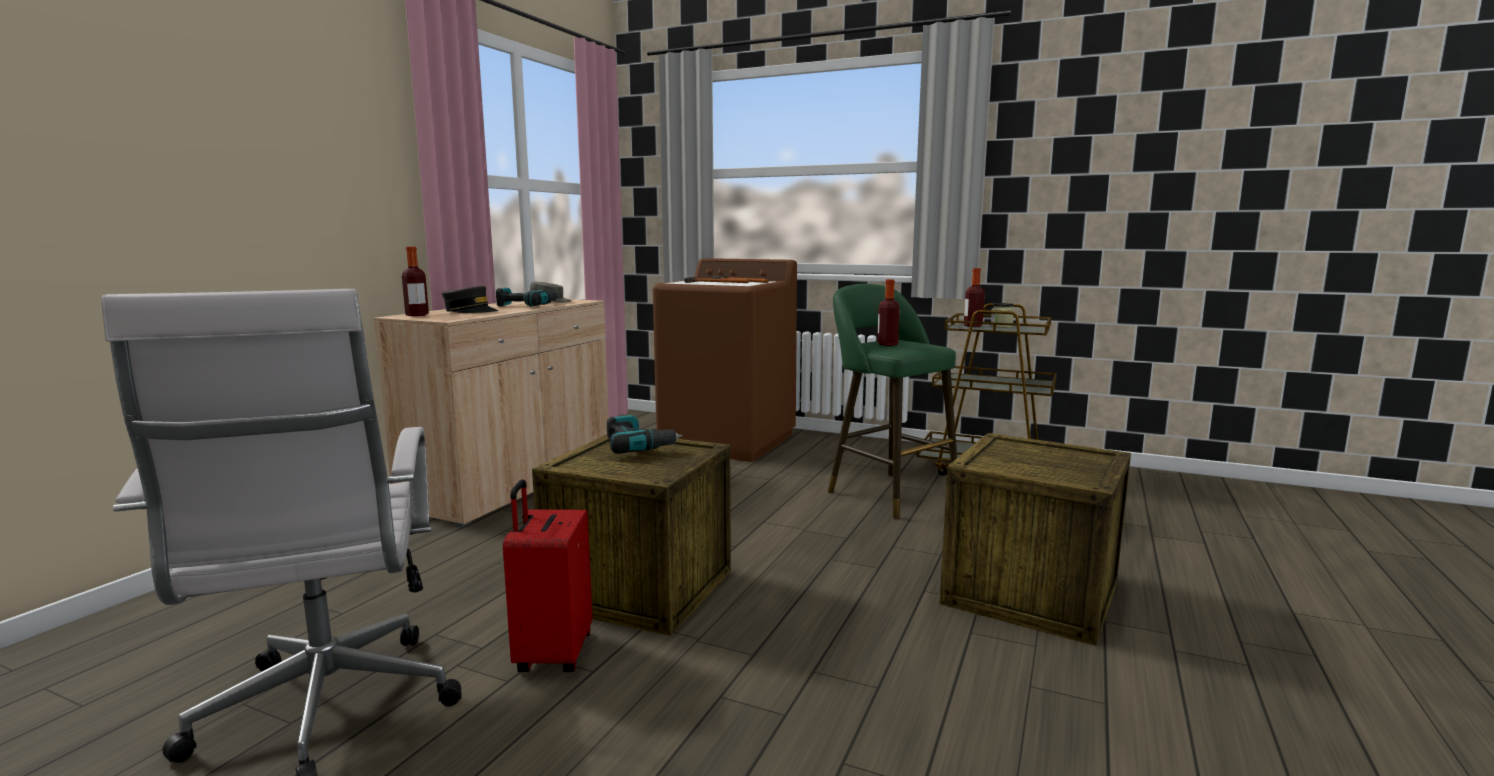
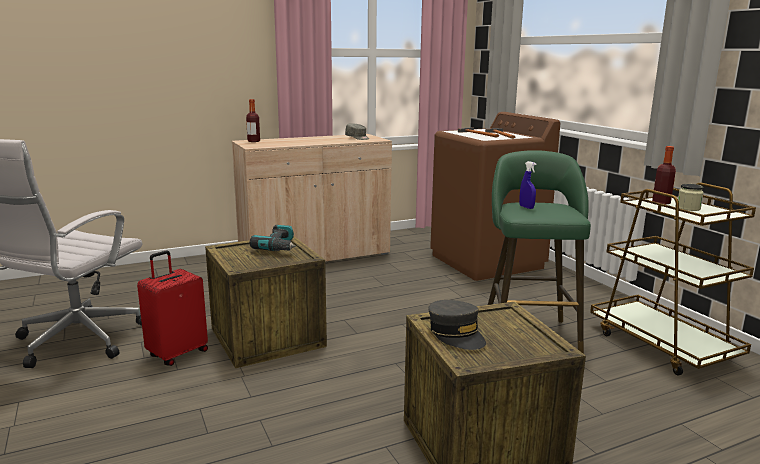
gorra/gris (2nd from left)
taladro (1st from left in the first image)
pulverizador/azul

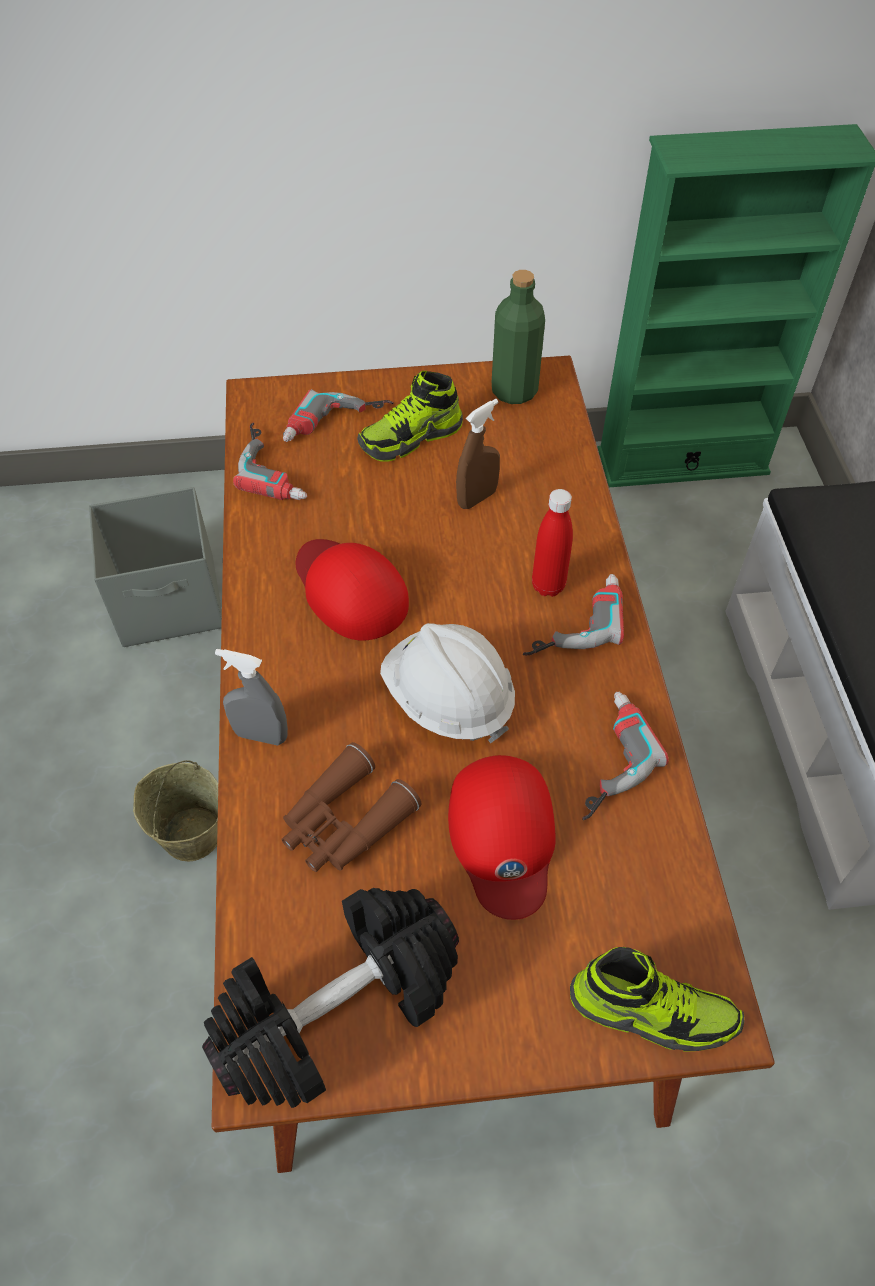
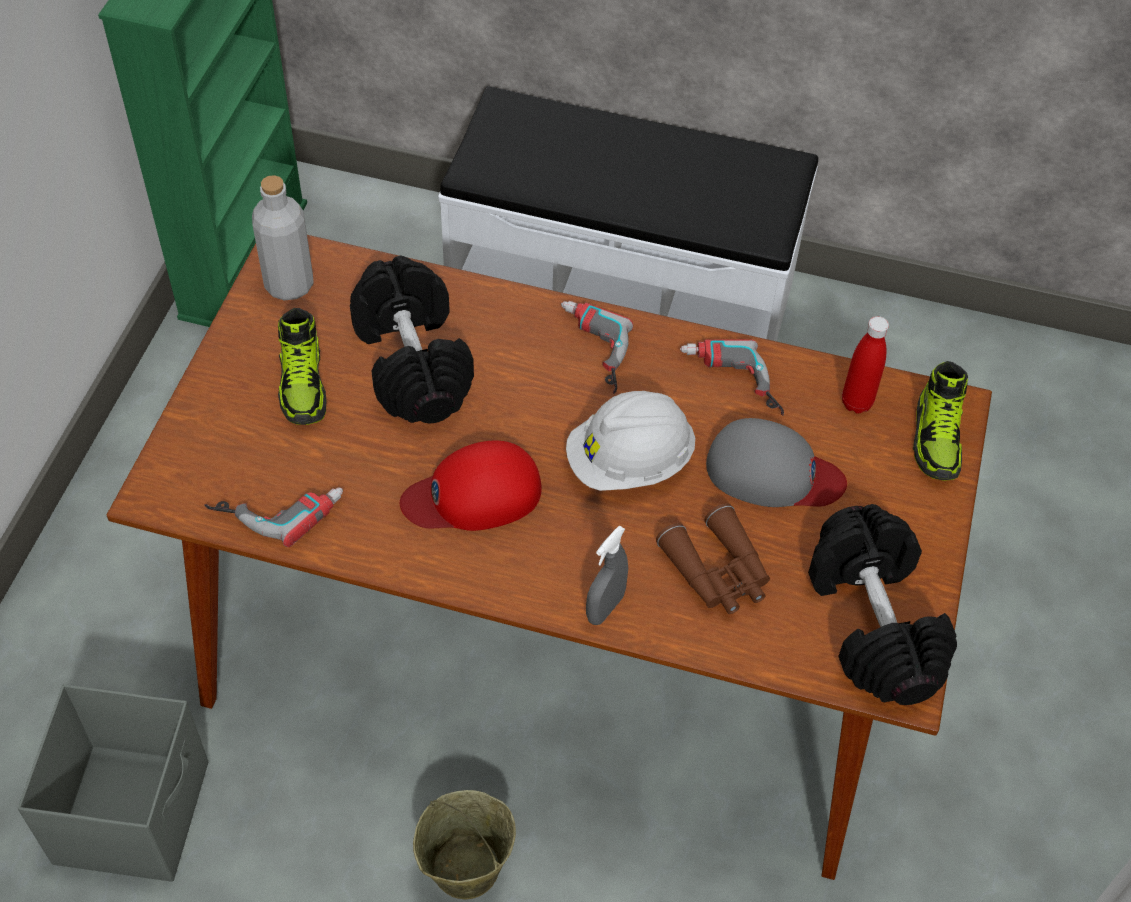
taladro (2nd from left in the first image)
gorra/gris
mancuerna/negro (1st from left)
botella/gris
botella/rojo
zapato (2nd from left)

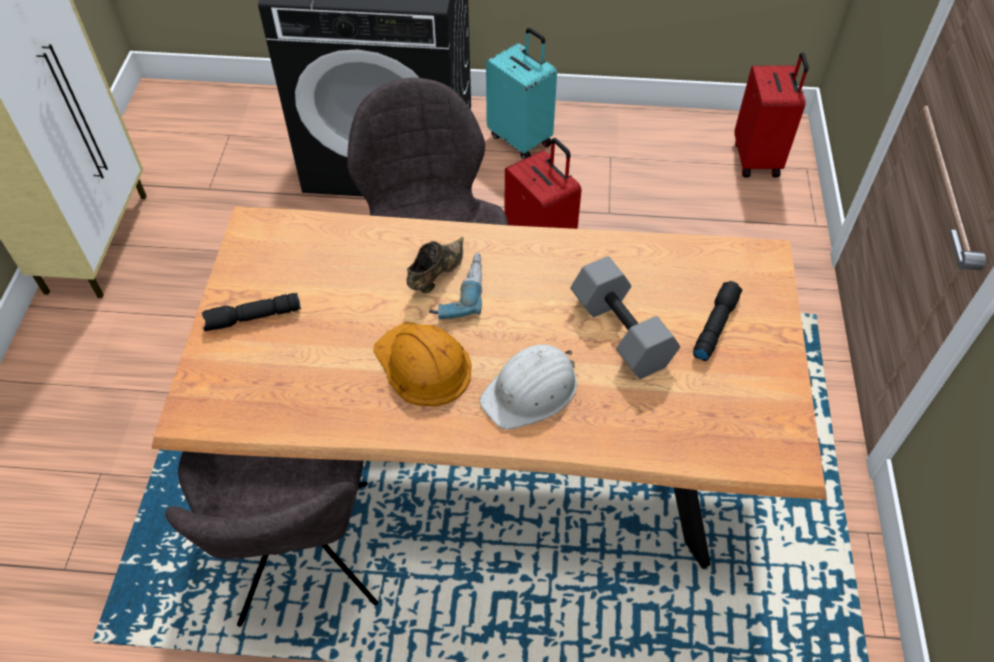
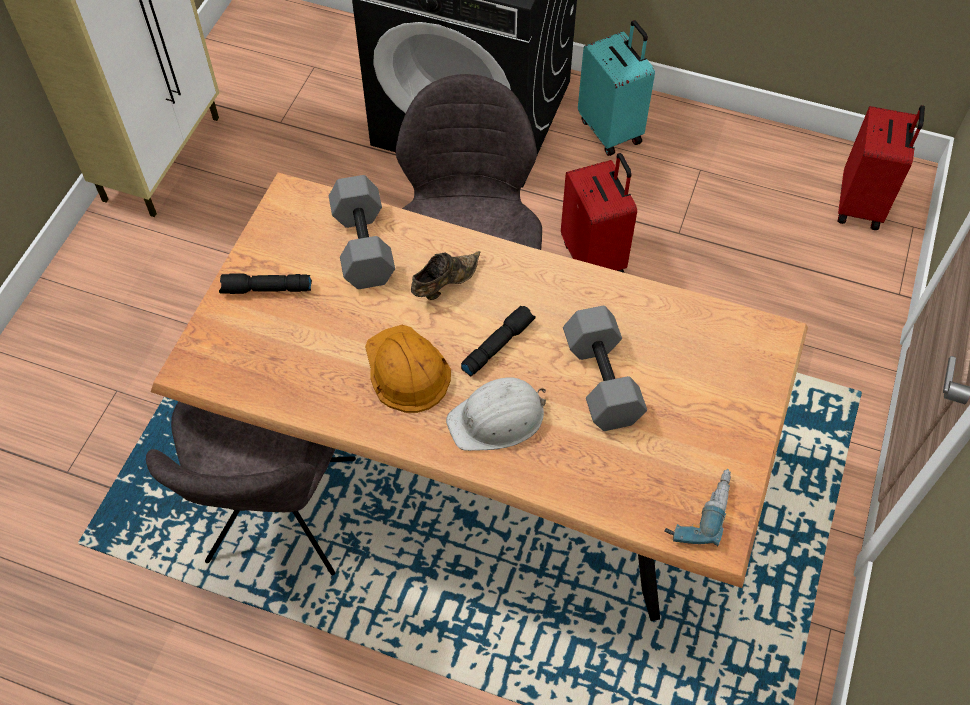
taladro
linterna/negro (2nd from left)
mancuerna/gris (1st from left)

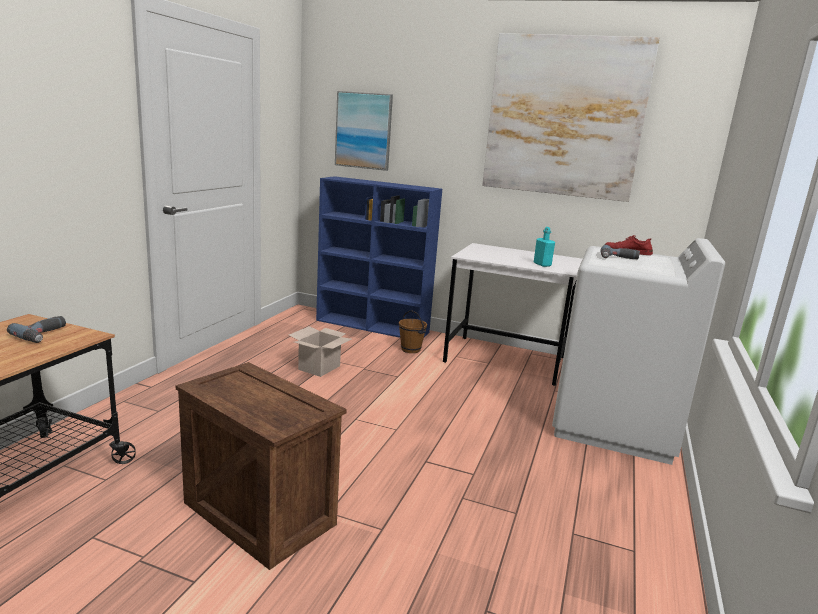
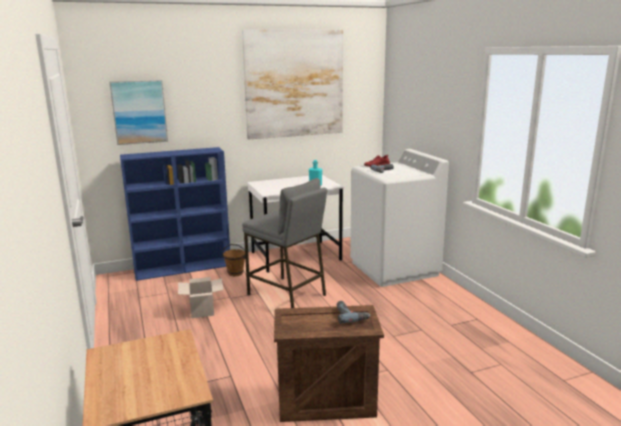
taladro (1st from left)
taburete/gris

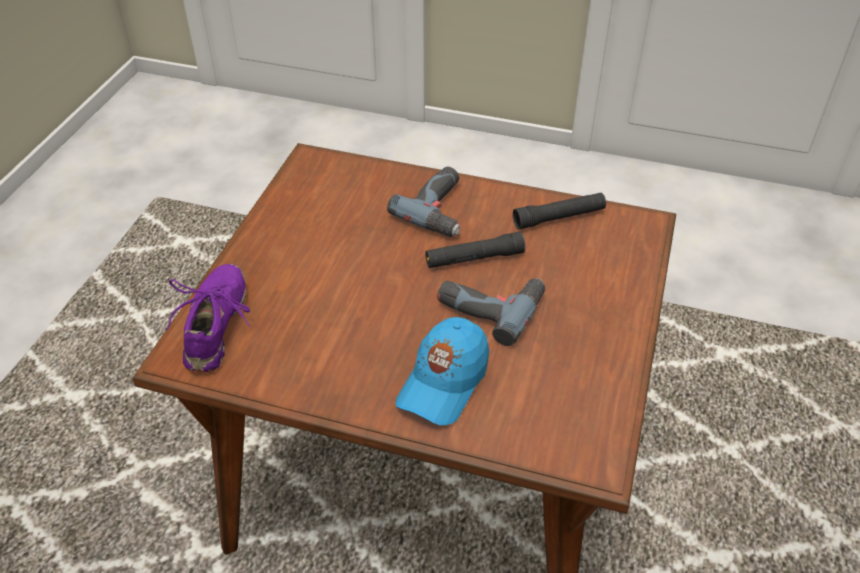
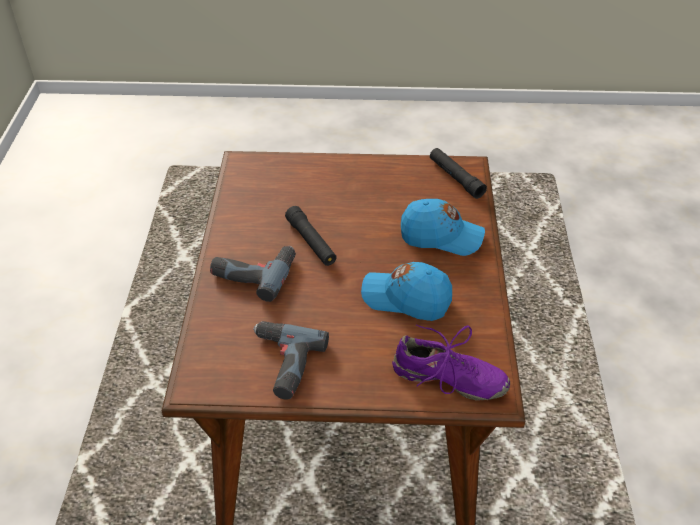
zapato/morado
taladro (2nd from left)
linterna/negro (2nd from left)
gorra/azul (1st from left)

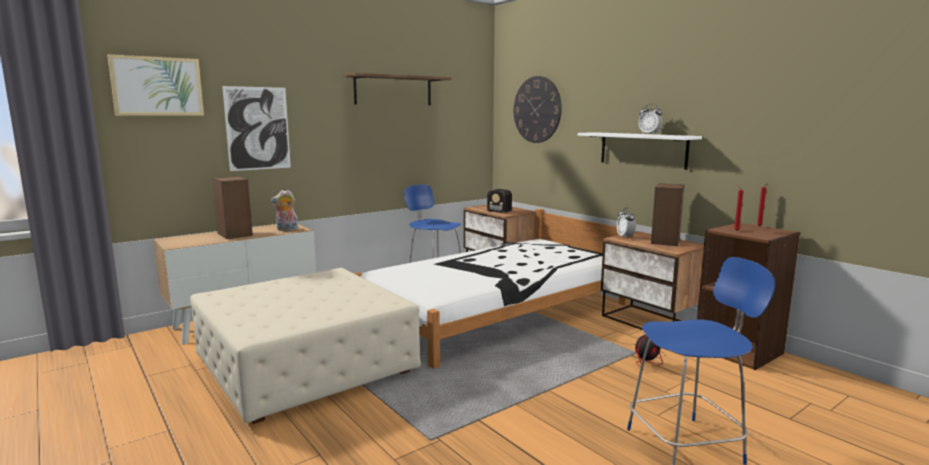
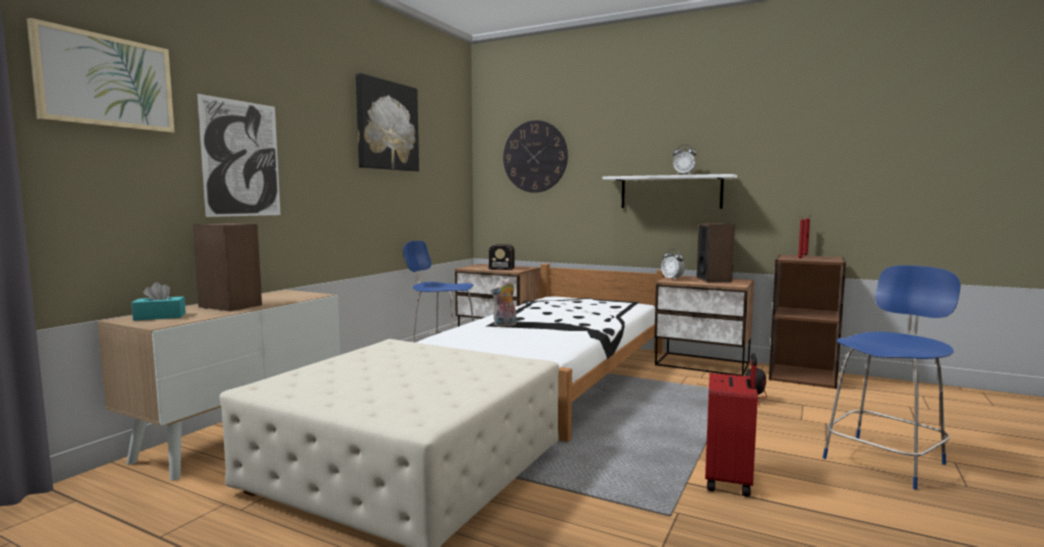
peluche
cuadro (3rd from left)
caja de pañuelos/turquesa
maleta/rojo

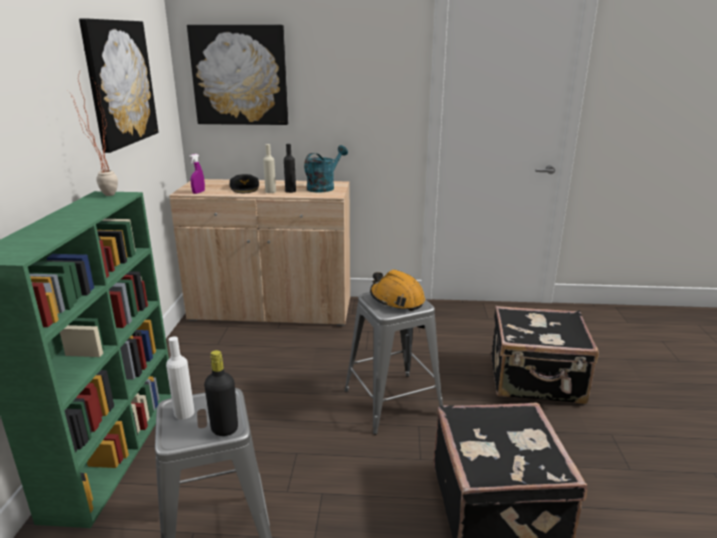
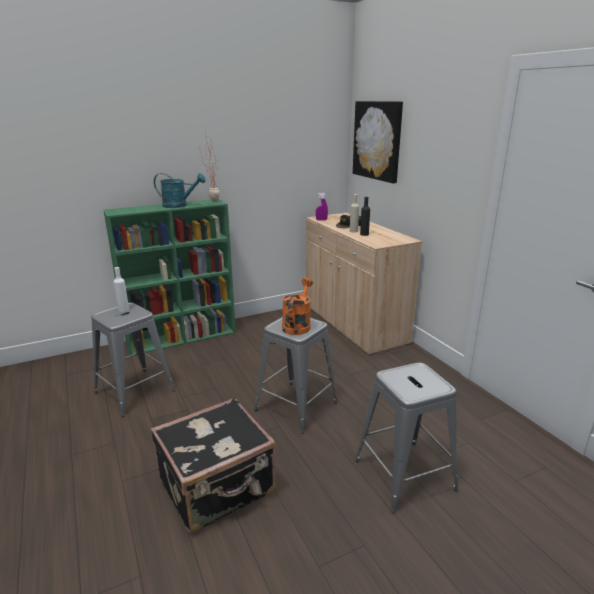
cuadro (1st from left in the first image)
botella/negro (1st from left in the first image)
regadera/turquesa
regadera/naranja
taburete/gris (3rd from left)

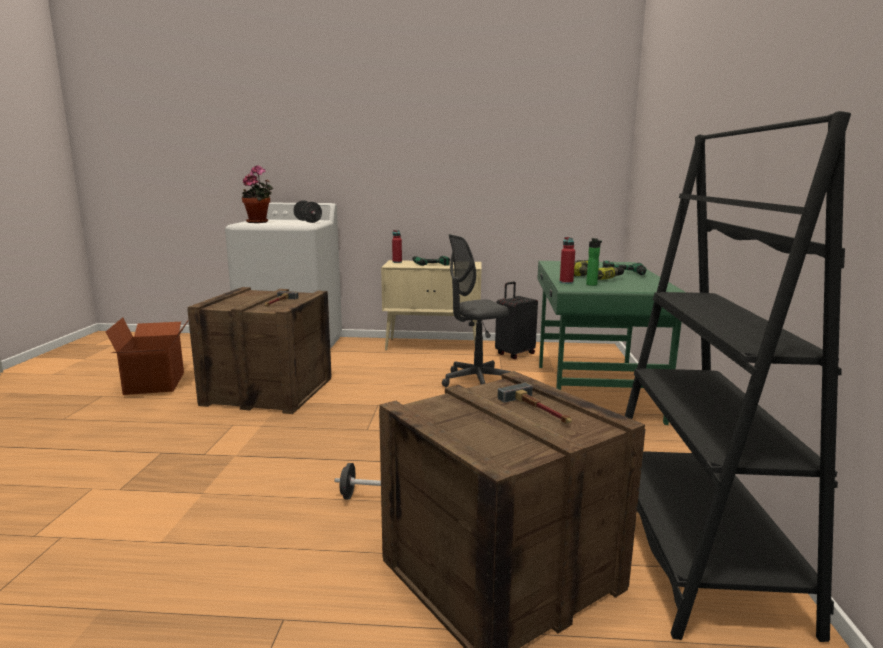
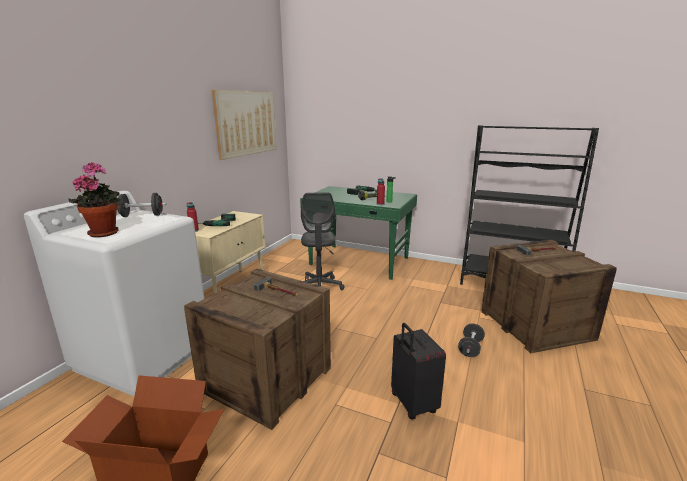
maleta/negro
cuadro

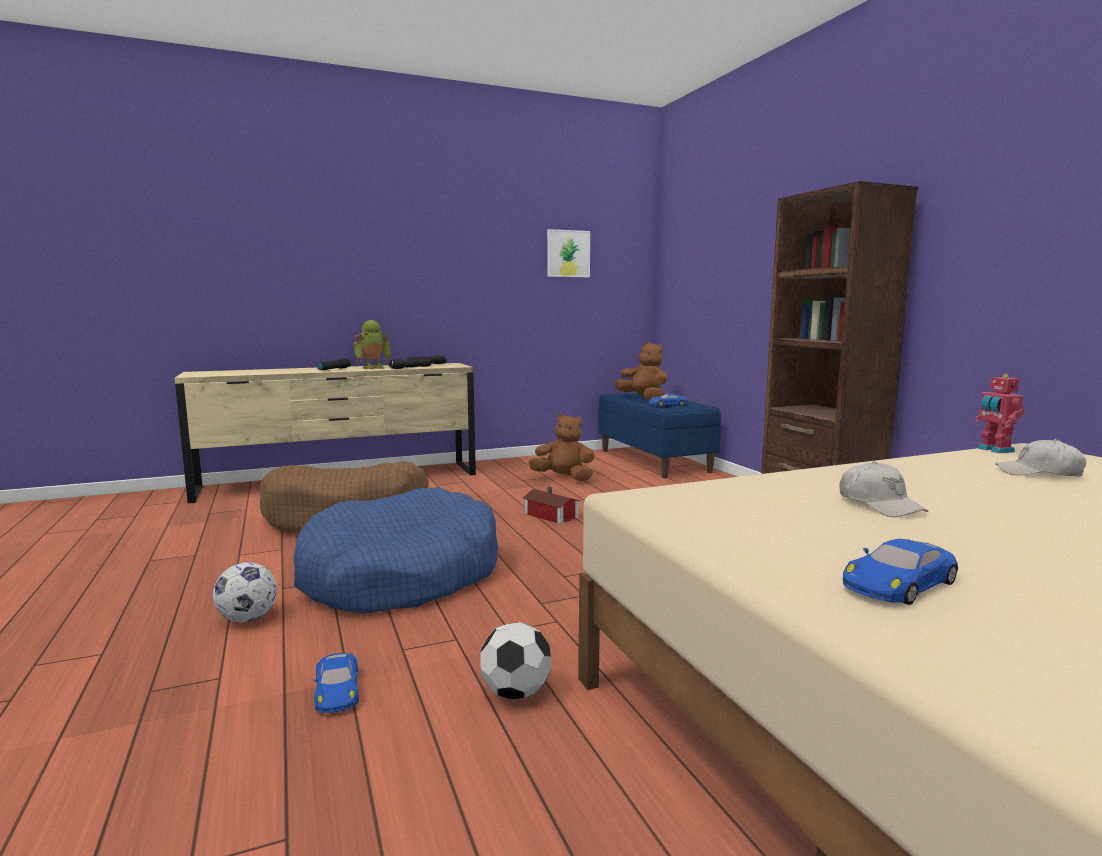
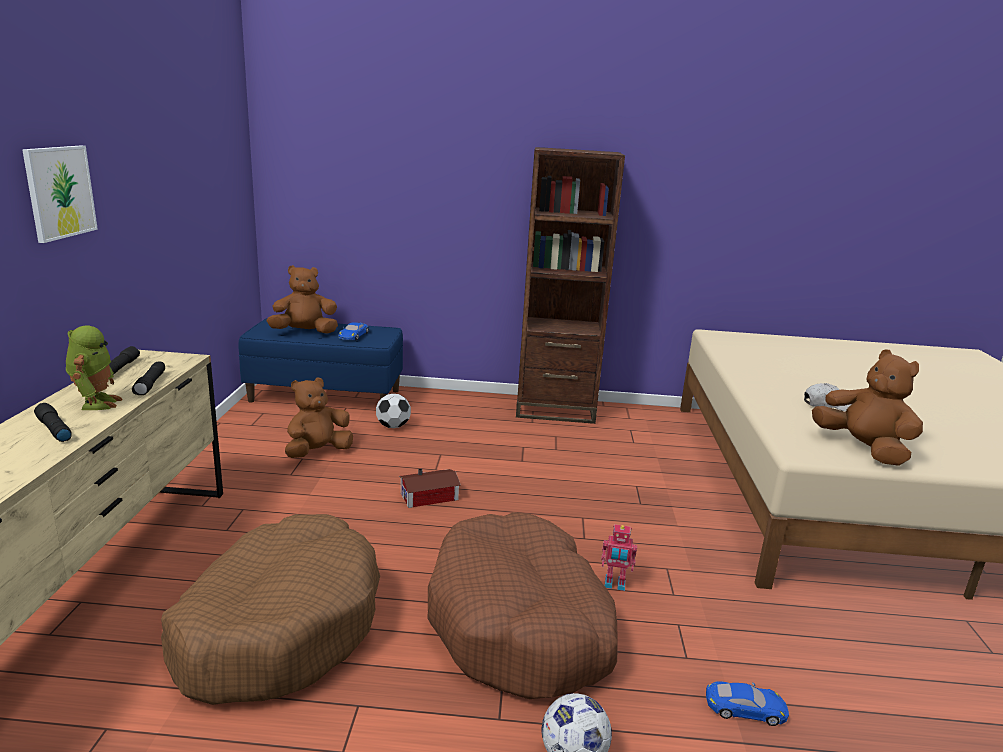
cama para perro/marrón (2nd from left)
balón de fútbol (1st from left)
cuadro
coche de juguete/azul (3rd from left in the first image)
robot de juguete (2nd from left)
gorra/blanco (2nd from left in the first image)
peluche/marrón (3rd from left)

